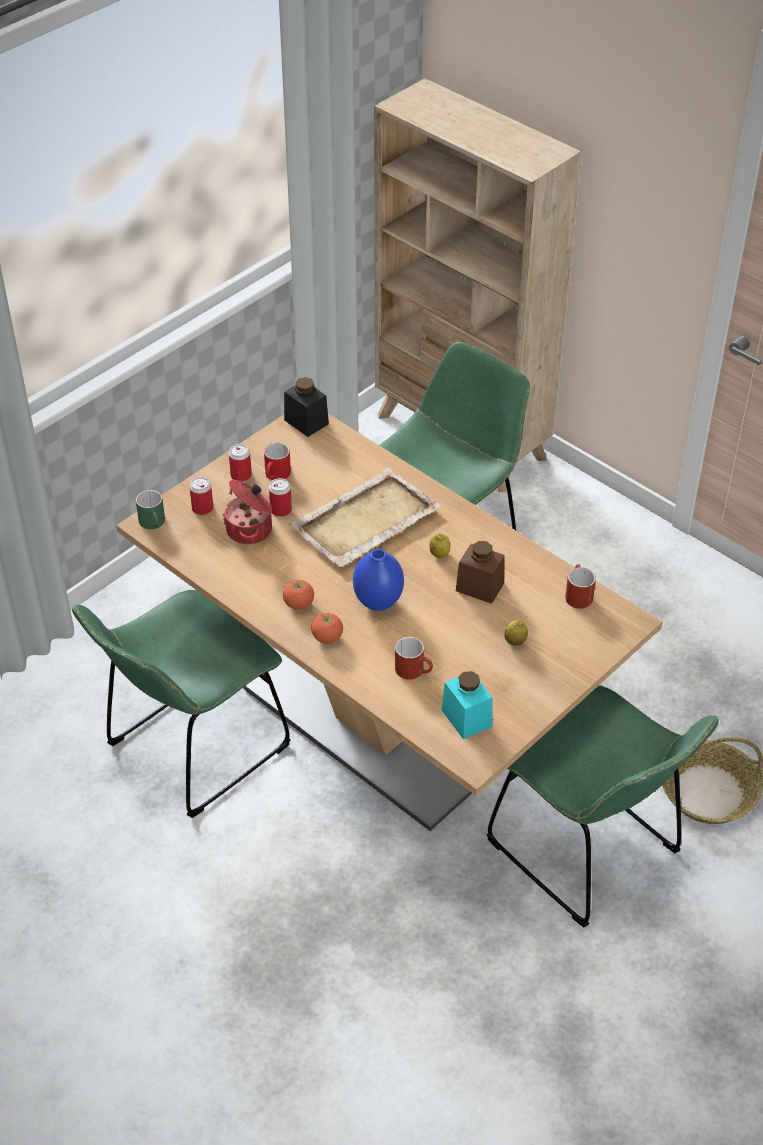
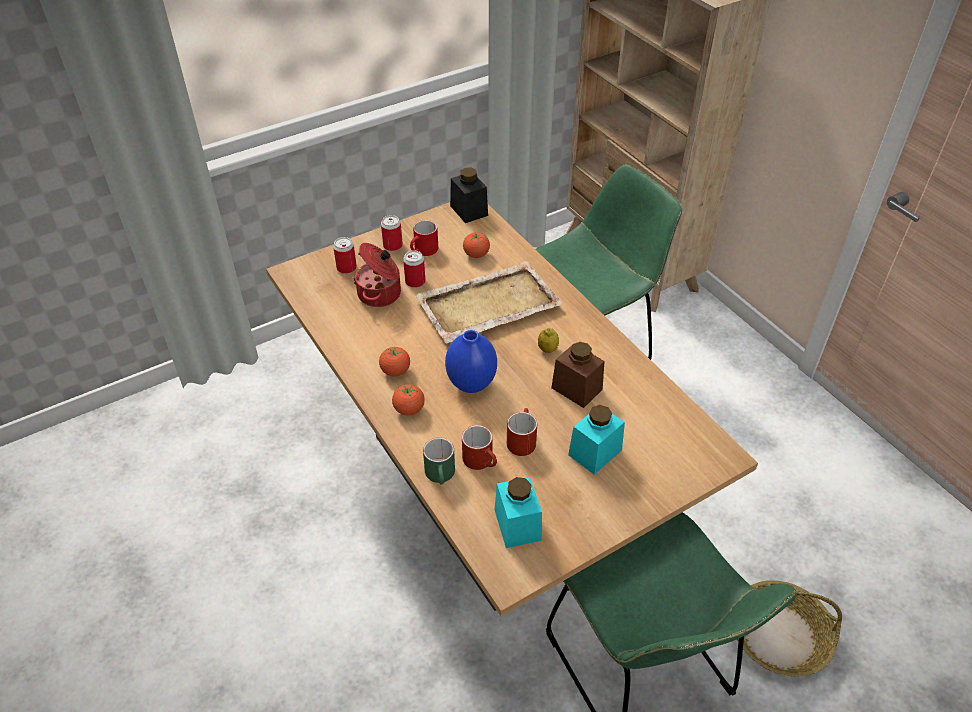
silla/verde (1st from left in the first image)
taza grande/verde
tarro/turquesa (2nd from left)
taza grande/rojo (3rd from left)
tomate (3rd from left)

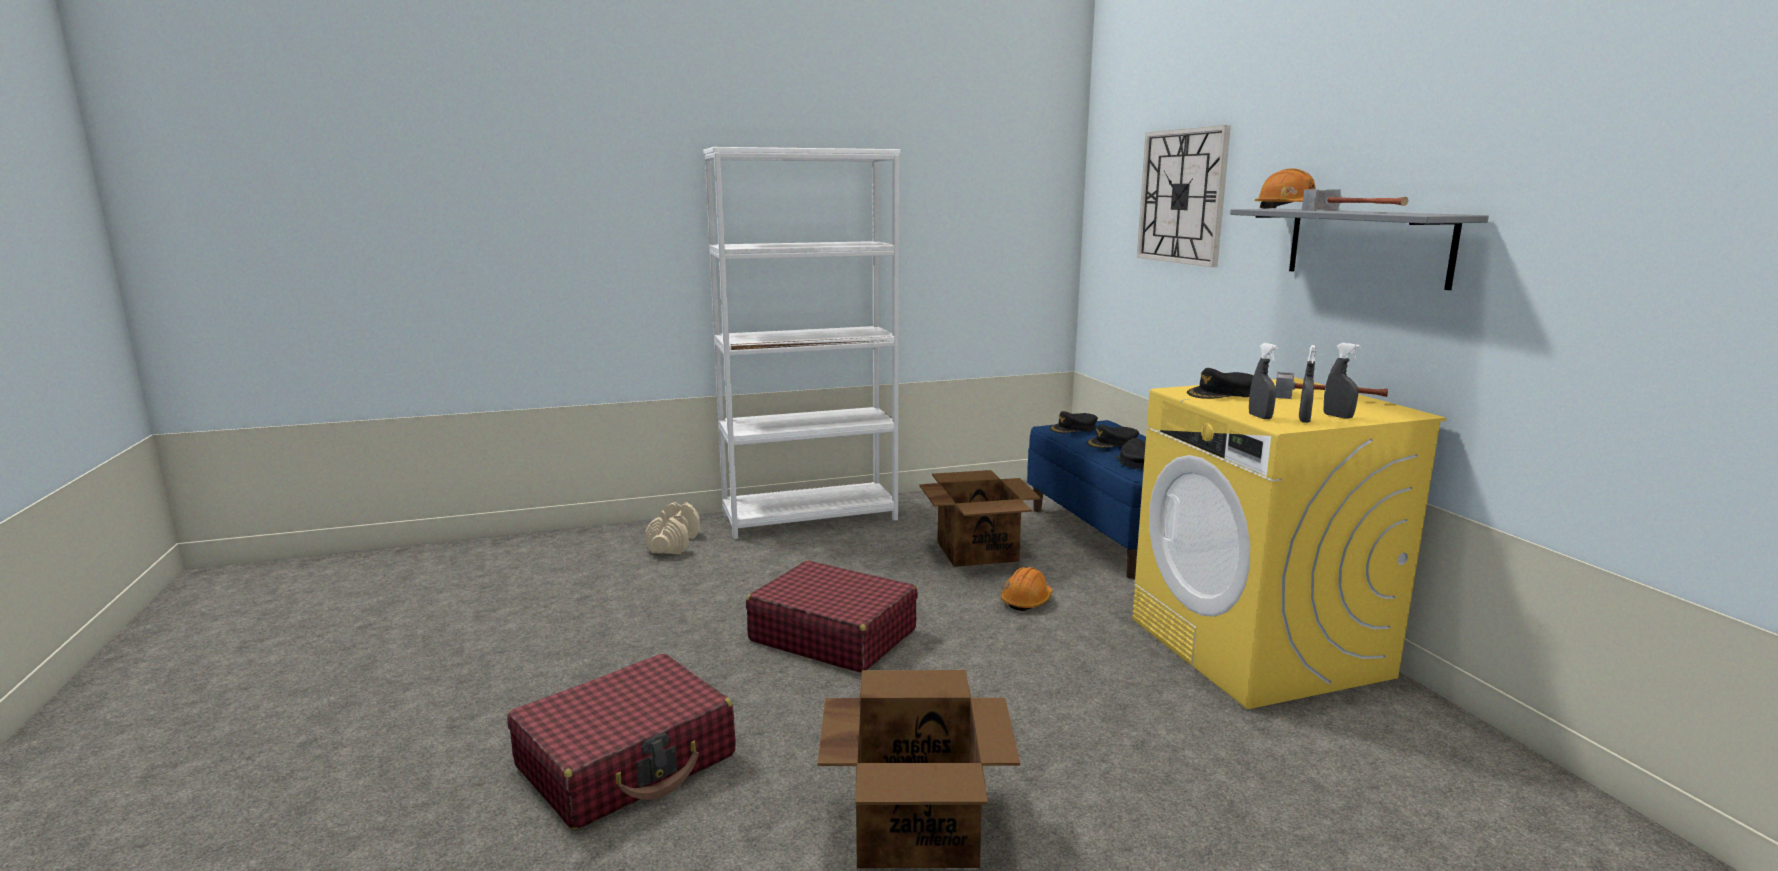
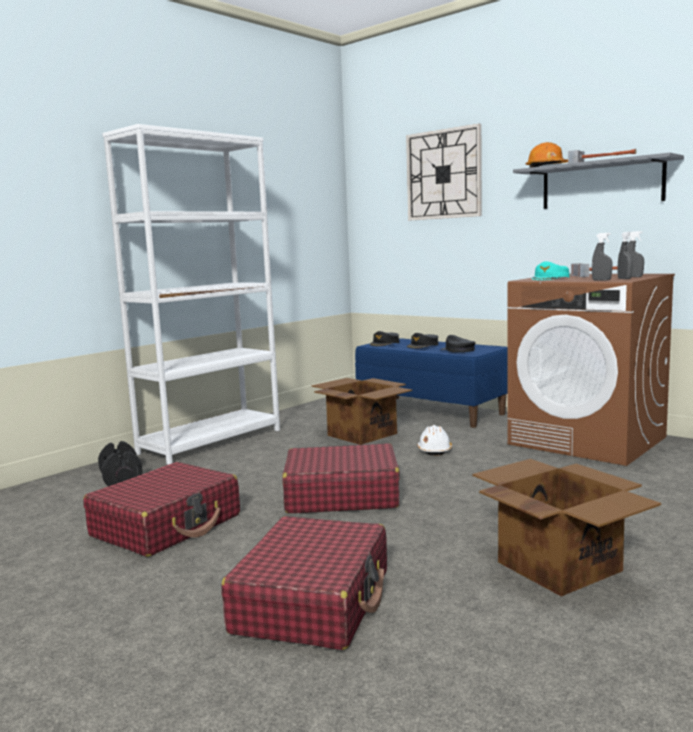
mancuerna/negro
casco/blanco
lavadora/marrón
gorra/turquesa
maleta/rojo (1st from left)

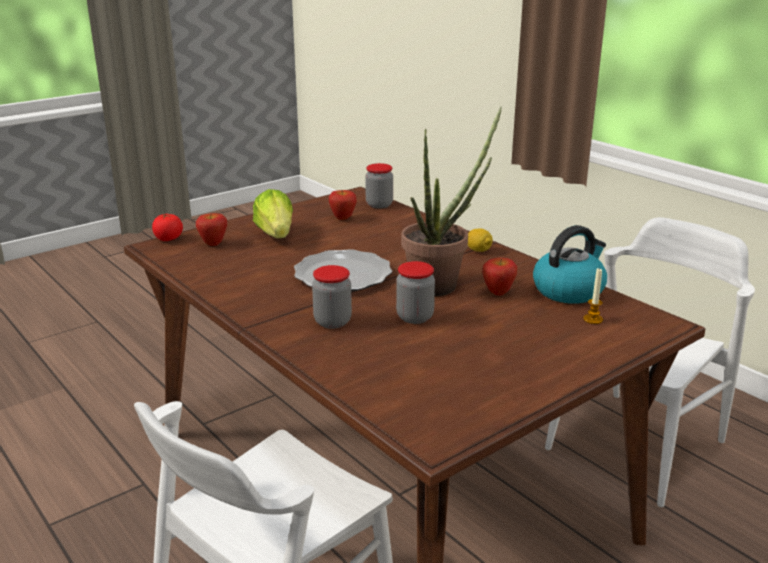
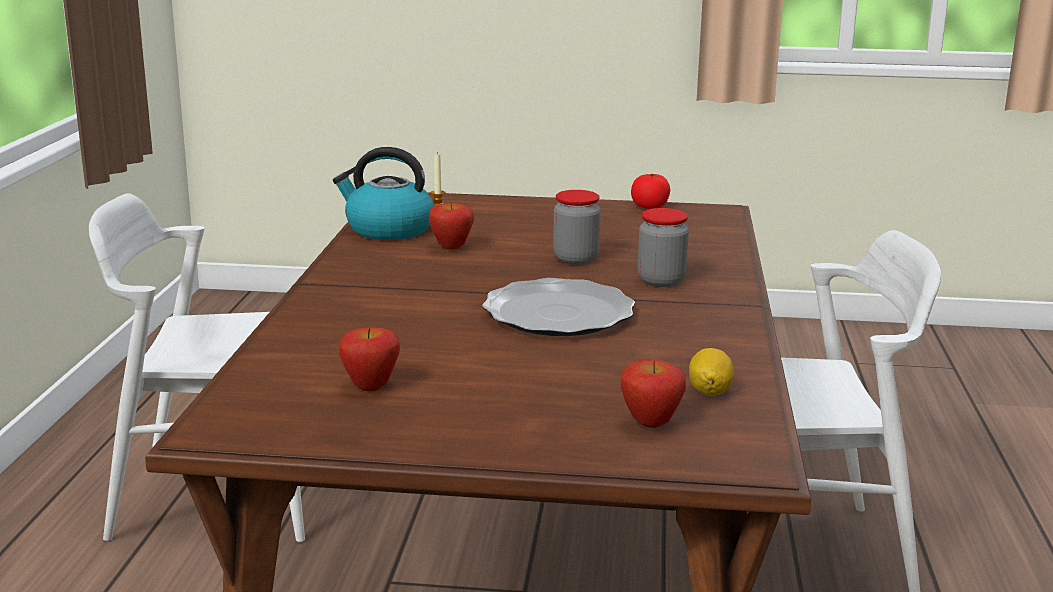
tomate
lechuga
tarro (2nd from left in the first image)
planta en maceta
limón

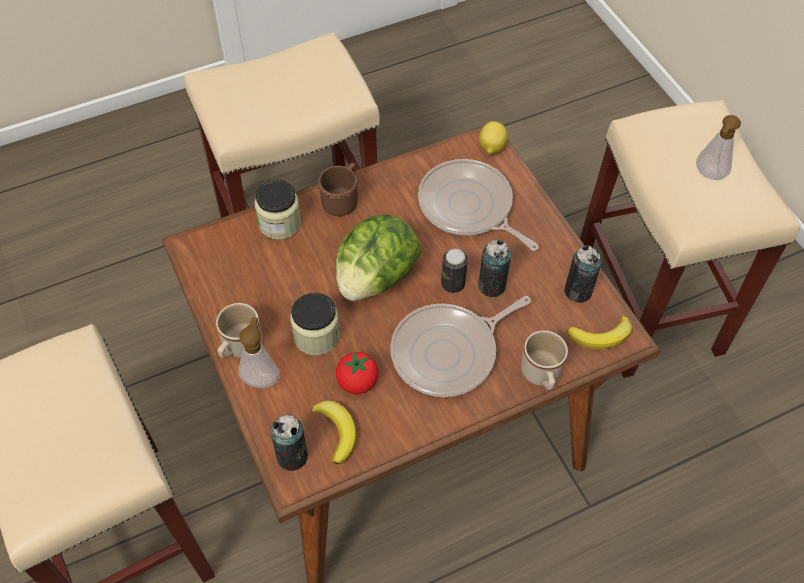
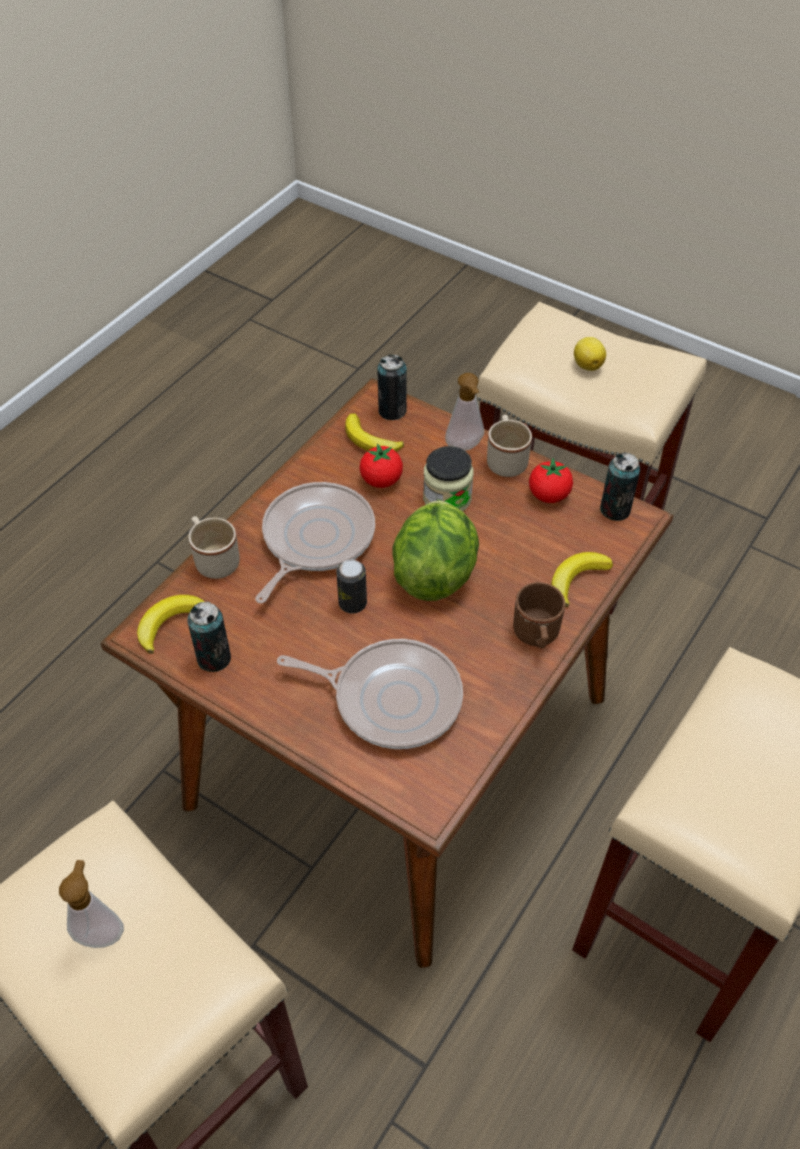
plátano (3rd from left)
lata (4th from left)
limón
tomate (2nd from left)

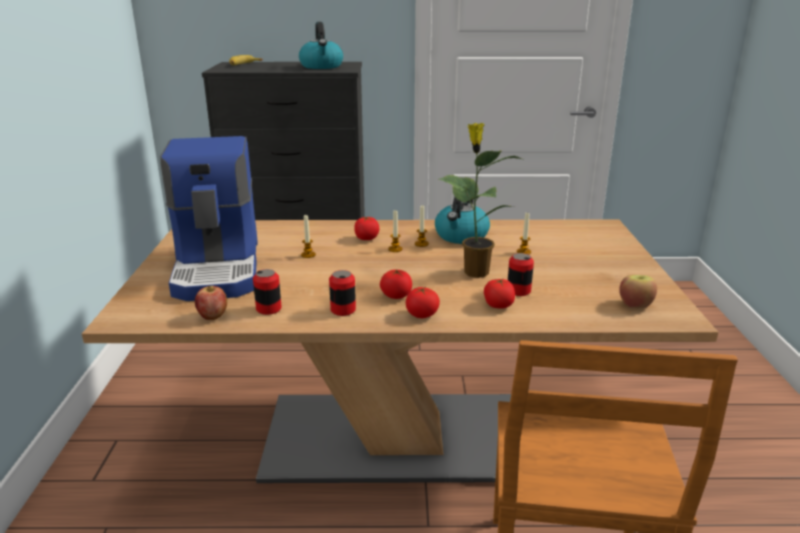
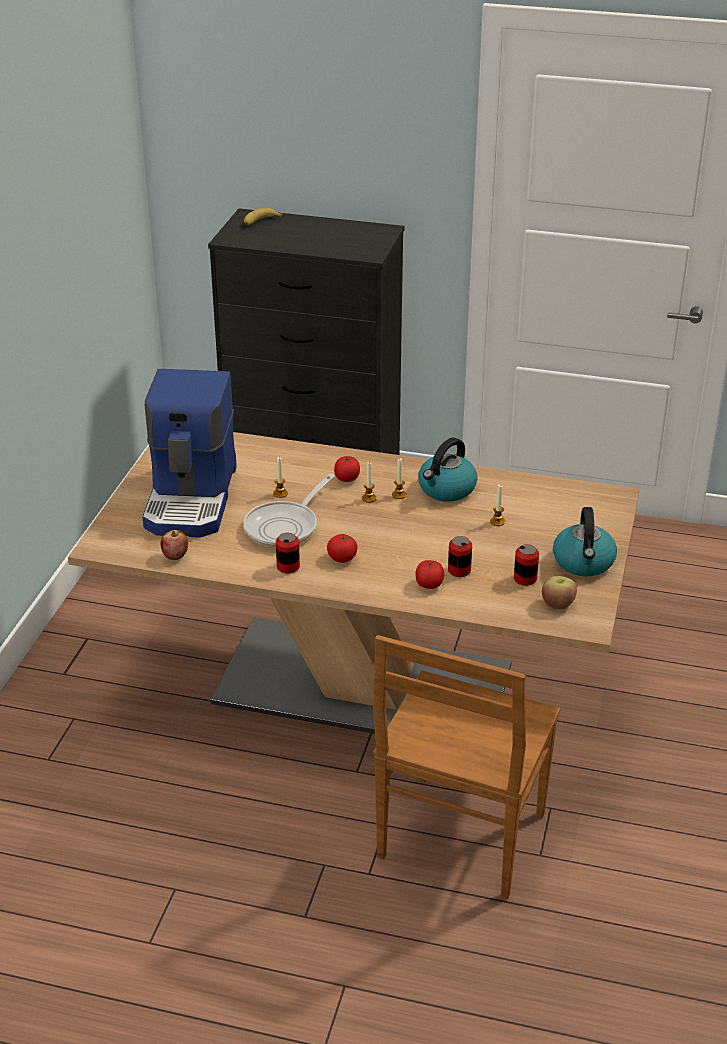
lata (3rd from left)
hervidor (2nd from left)
tomate (3rd from left in the first image)
planta en maceta
sartén

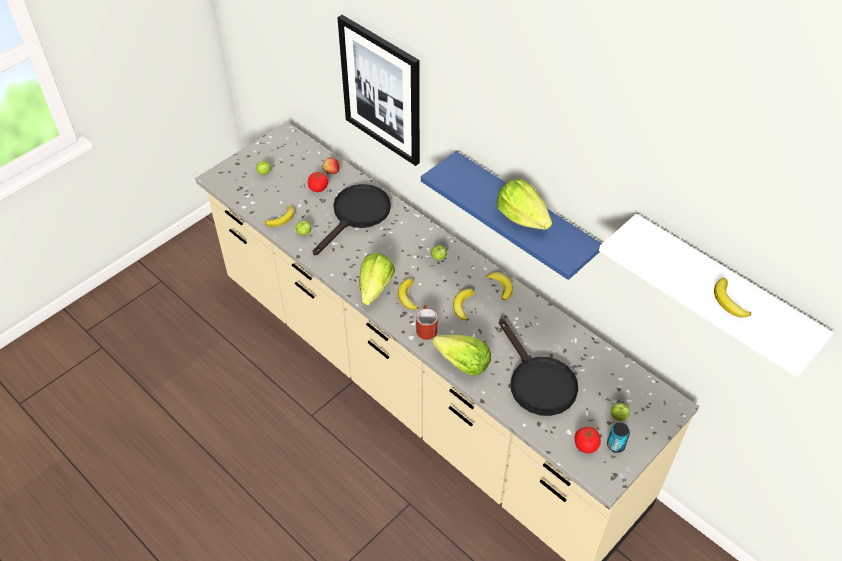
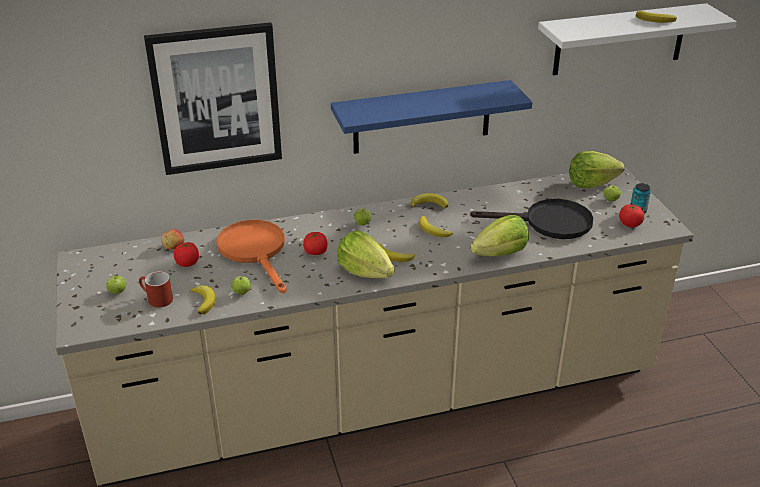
sartén/naranja
taza grande/rojo
lechuga (3rd from left)
tomate (2nd from left)

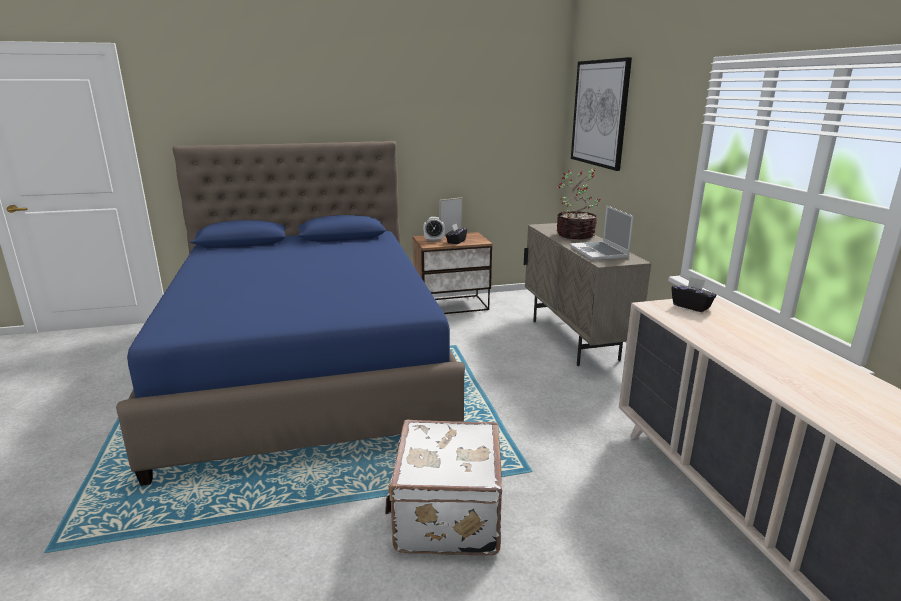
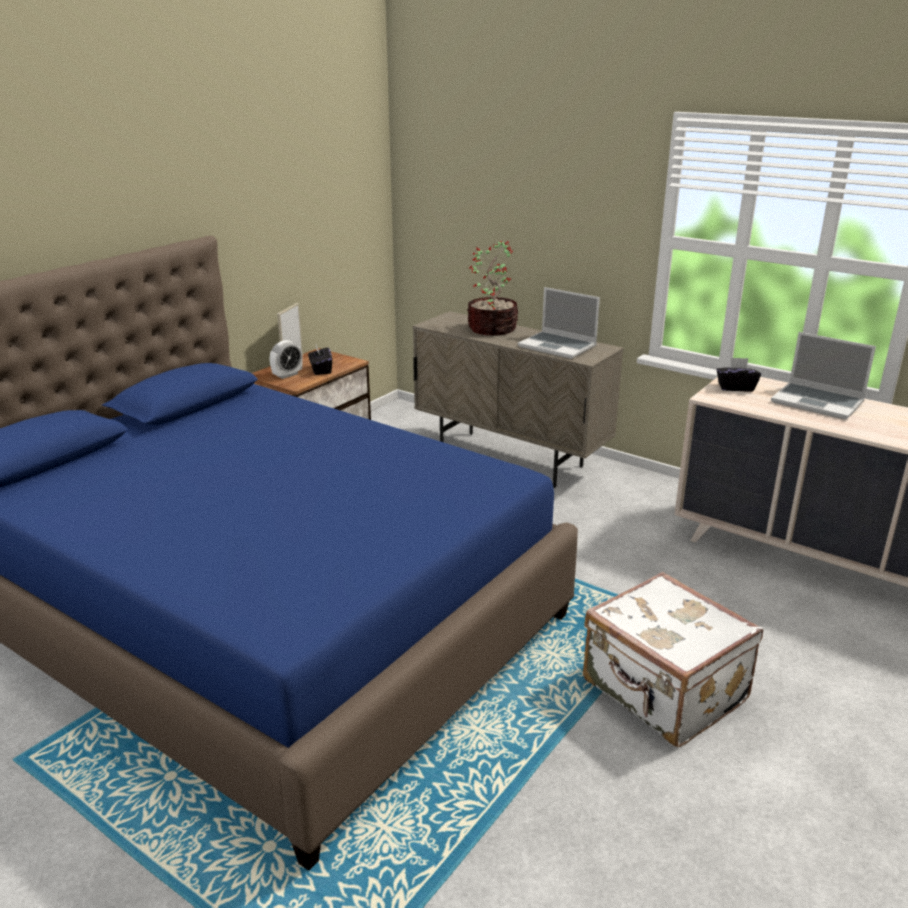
cuadro
portátil (2nd from left)

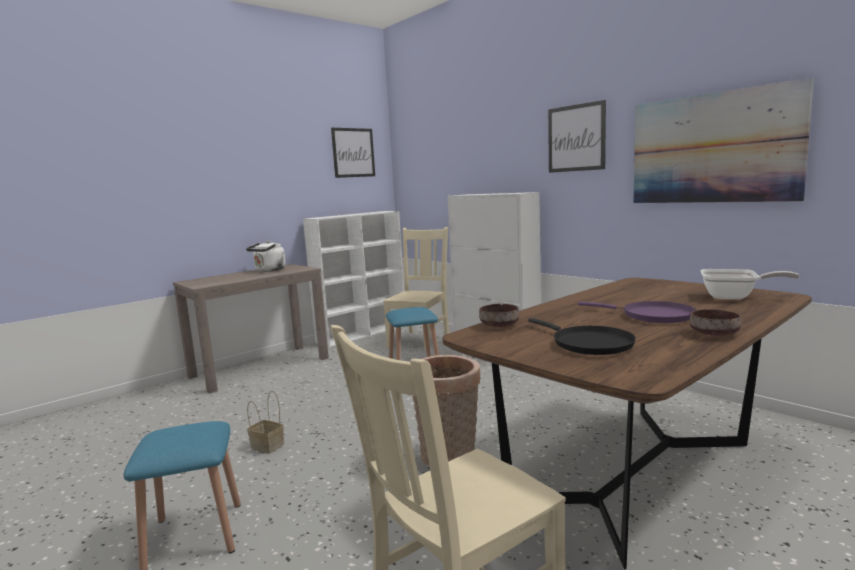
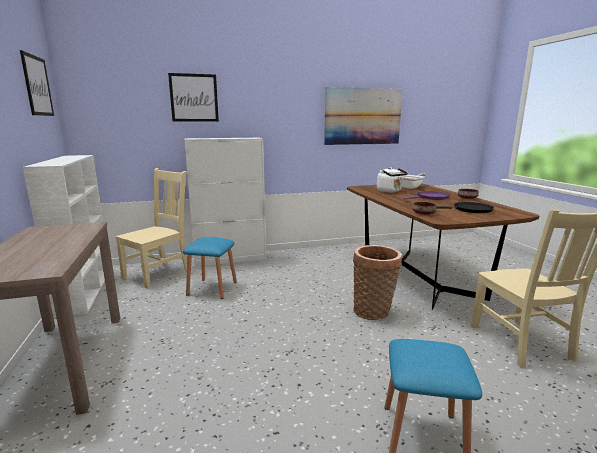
hervidor/blanco
cesta (1st from left in the first image)
silla/beis (1st from left)
cuadro (2nd from left)

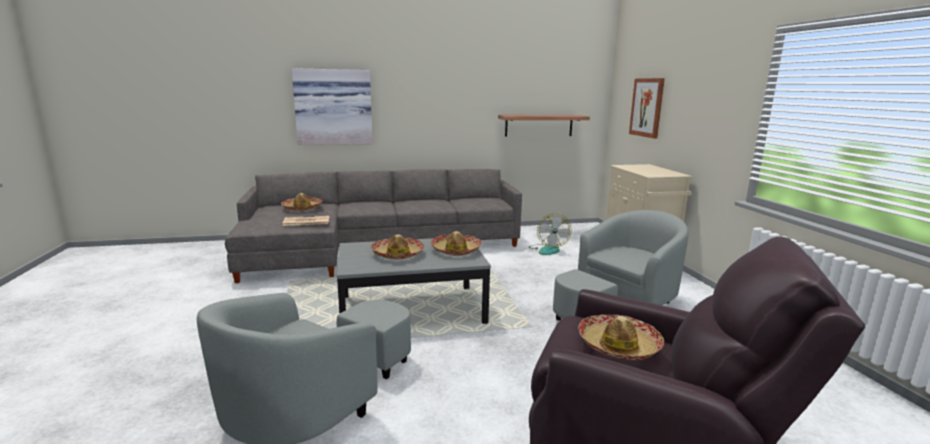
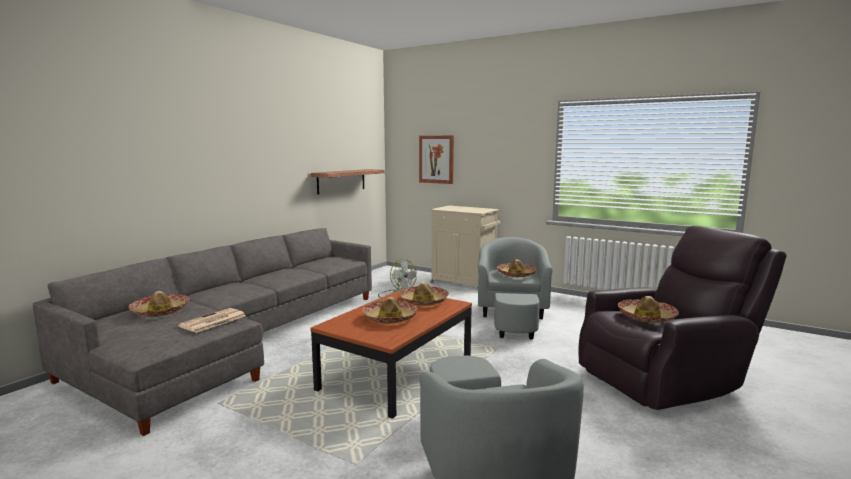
cuadro (1st from left in the first image)
mesa de centro/marrón
sombrero (4th from left)

